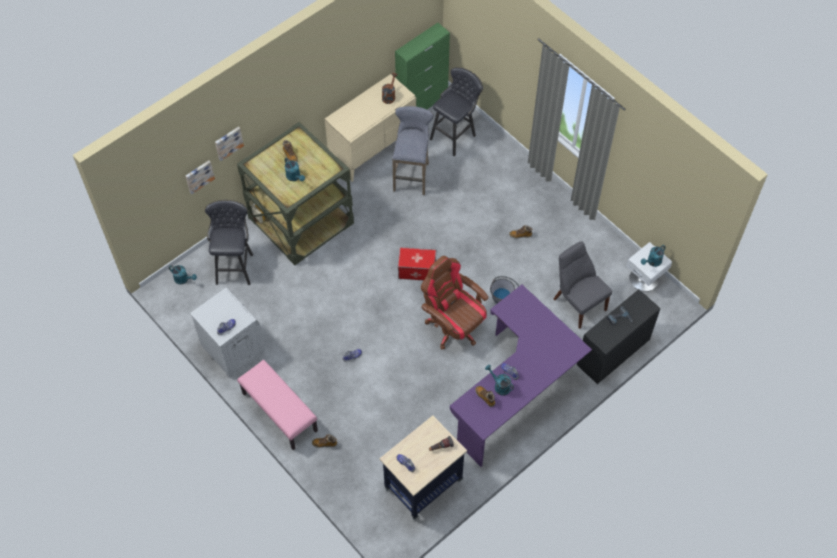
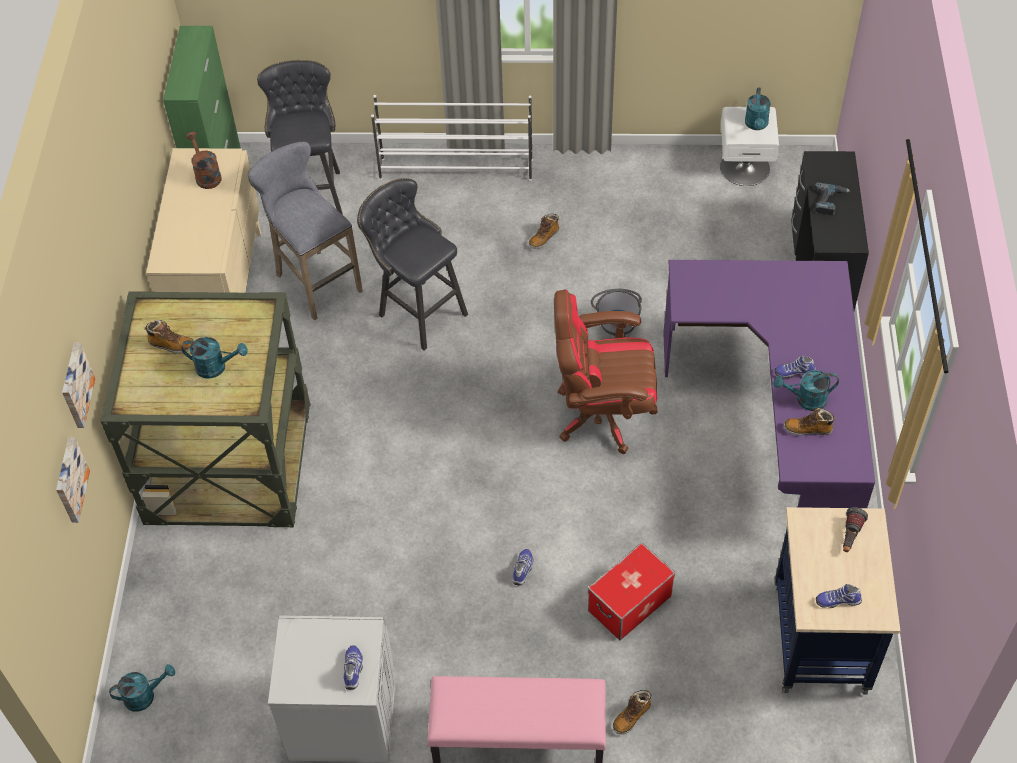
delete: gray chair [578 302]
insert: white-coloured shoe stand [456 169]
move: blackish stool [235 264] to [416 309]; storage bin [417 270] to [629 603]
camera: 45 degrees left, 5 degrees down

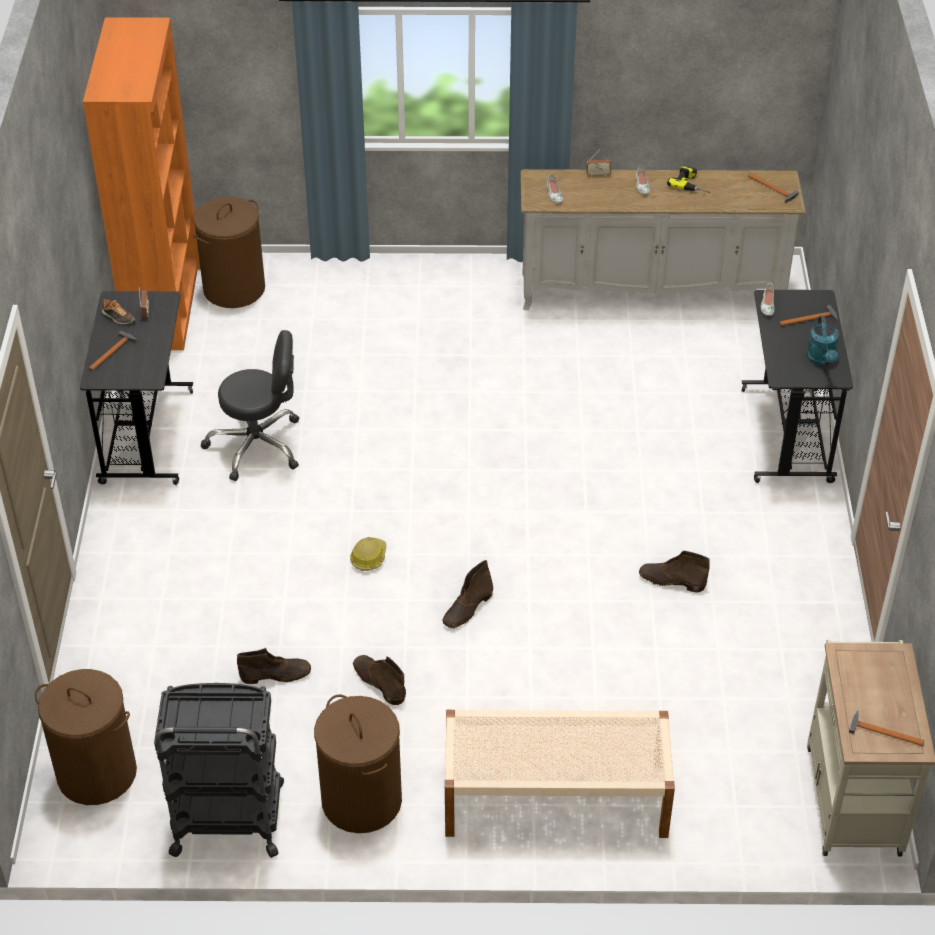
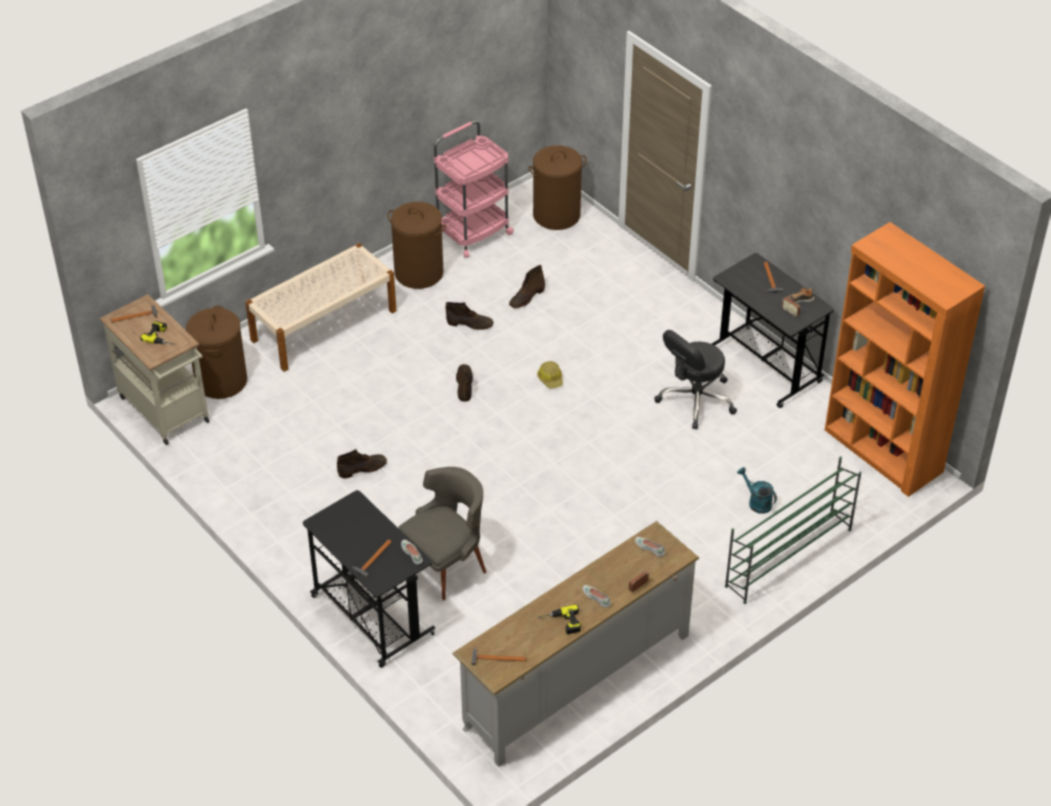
insert: drill [162 337]; gray chair [445 569]; green shoe stand [788 558]
move: brown washing basket [234 288] to [221 381]; blue-green watering pot [822 360] to [756 502]
recolor: blackish wheeled cart [228 818] to pinkish wheeled cart [473 233]
camera: 140 degrees right, 0 degrees up

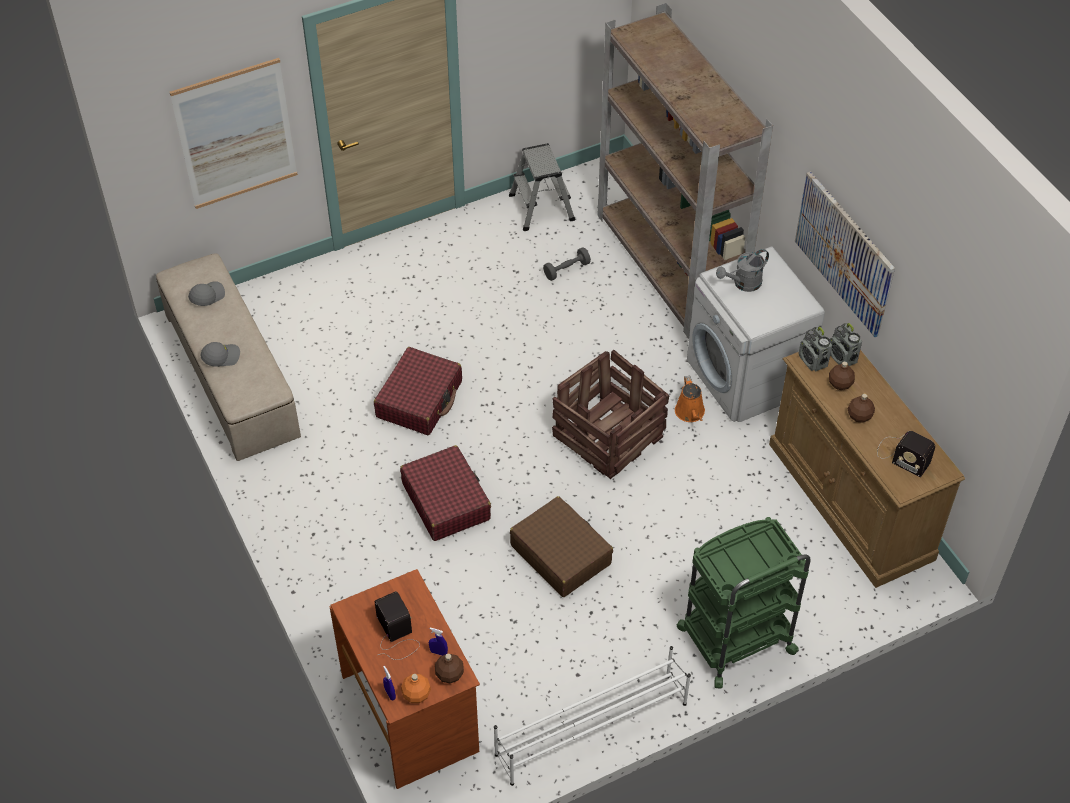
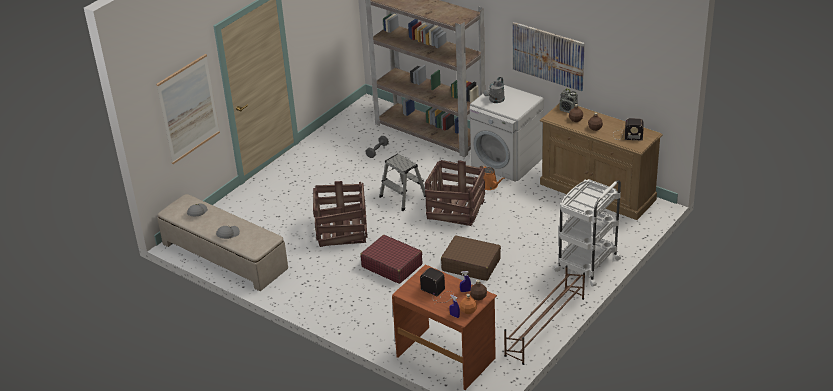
delete: radio [813 361]
move: gray stepladder [541 207] to [403 196]
replace: reddish travel case [419 399] to shipping crate [342 230]
recolor: white-coloured shoe stand [590 729] to brown shoe stand [544 327]; green wheeled cart [736 639] to white-coloured wheeled cart [586 264]
camera: 25 degrees left, 15 degrees down

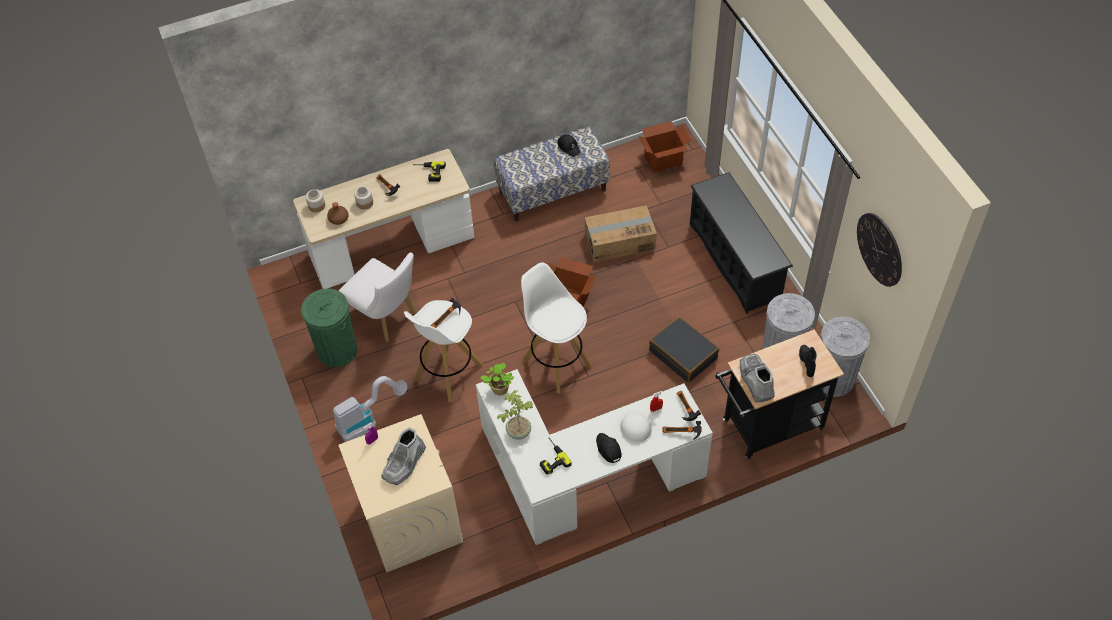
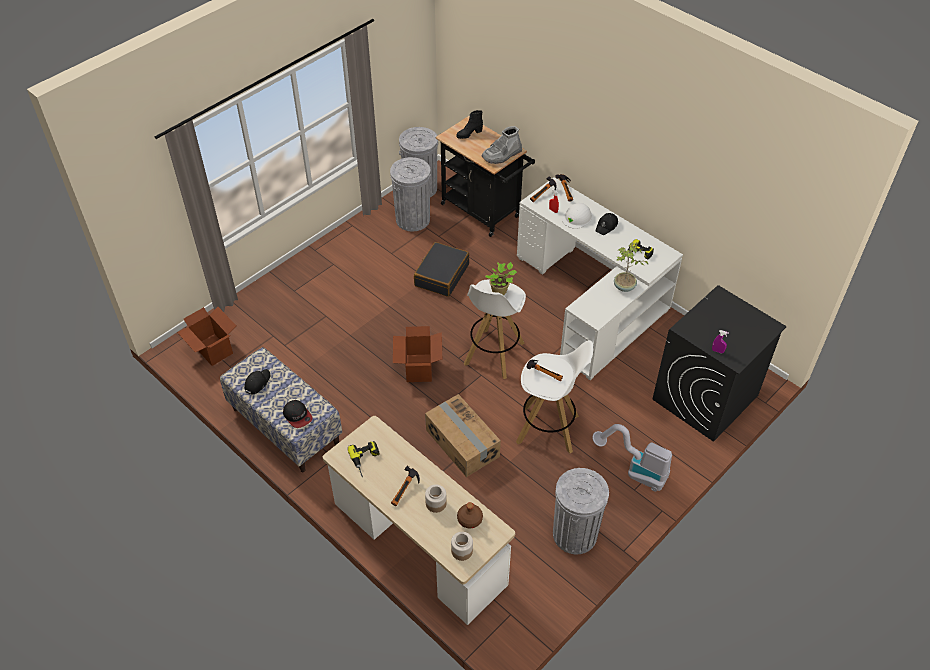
delete: white-coloured chair [386 317]; gray boot [404 463]; blackish shoe stand [735 261]; clock on the wall [879 249]
insert: peaked cap [297 416]
move: potted plant [499 390] to [500 291]; packing box [619 241] to [462 443]
recolor: green rubbish bin [337 350] to gray rubbish bin [575 534]; beige washing machine [410 521] to blackish washing machine [705 398]
camera: 115 degrees left, 5 degrees down

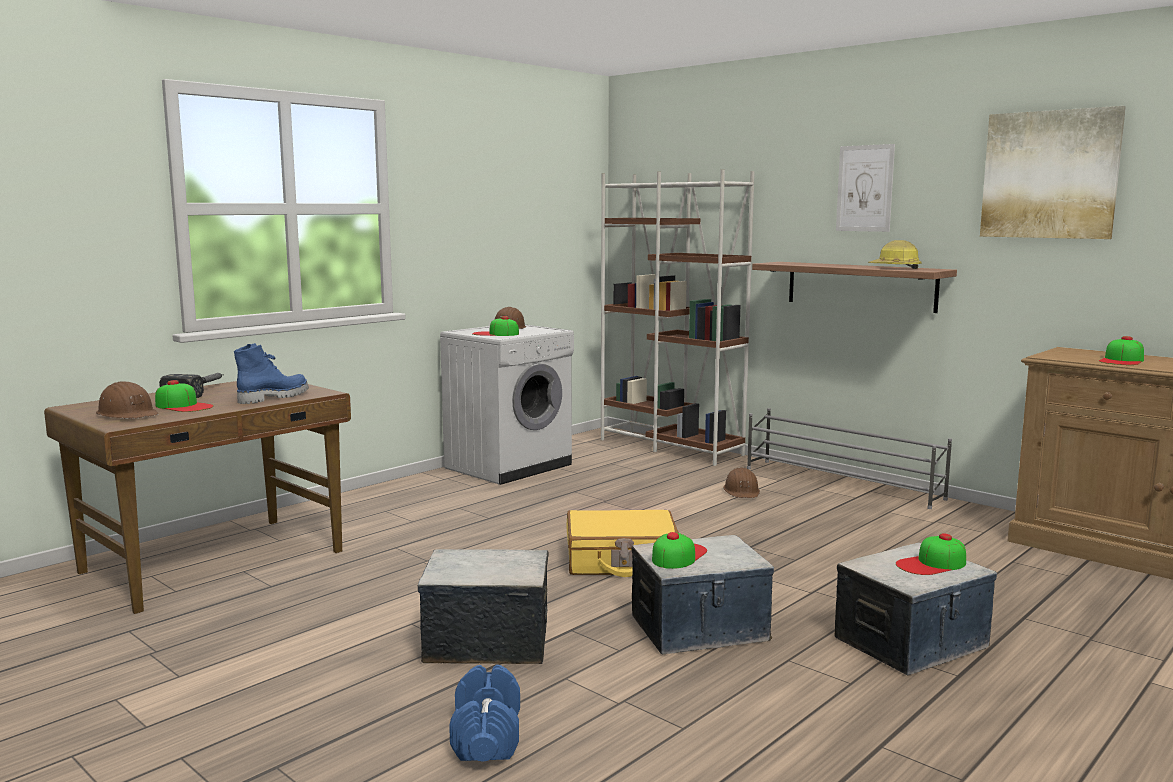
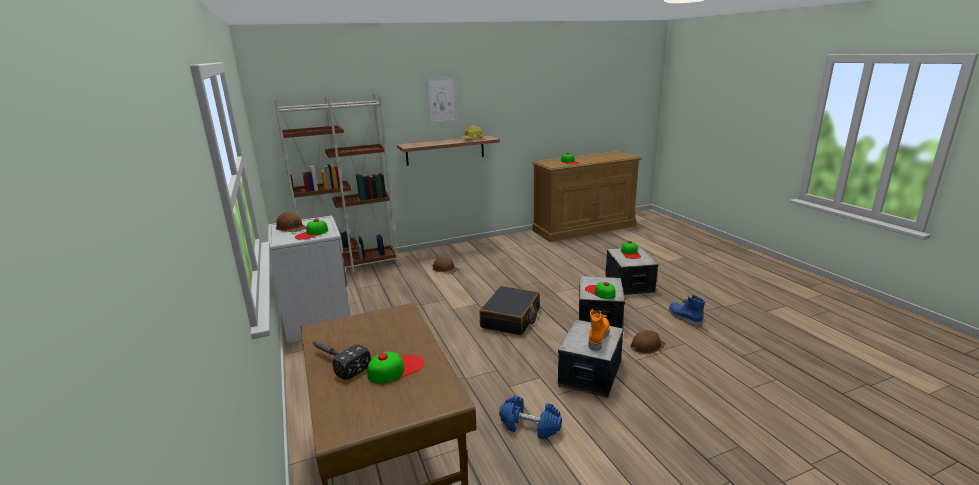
delete: gray shoe stand [842 483]; wall art [1050 175]
insert: orange-coloured boot [597 337]
move: brown hard hat [128 414] to [647 346]; blue boot [273 397] to [684 318]; blue dumbbell [486 736] to [529 426]
recolor: yellowish travel case [621 560] to blackish travel case [511 318]
camera: 65 degrees left, 10 degrees up

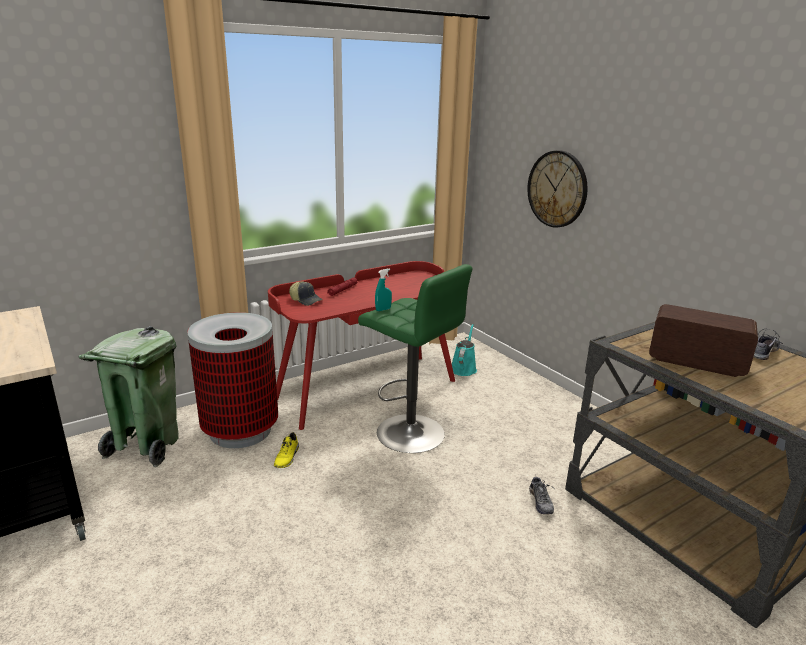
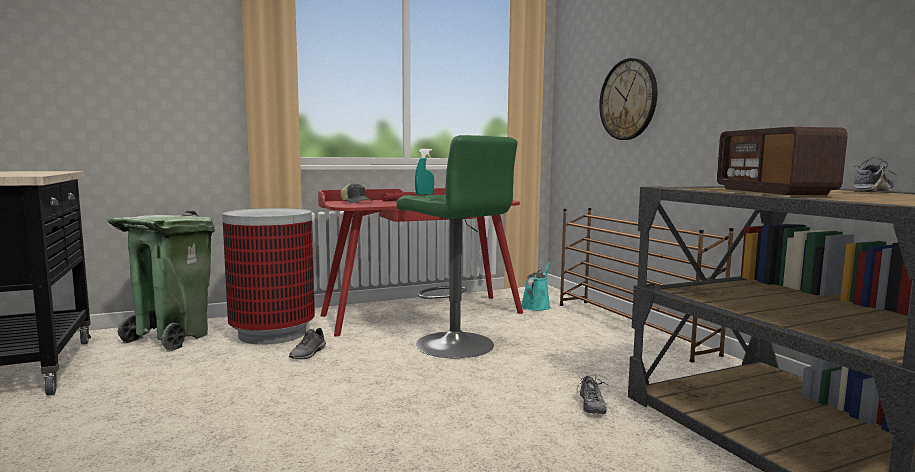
insert: brown shoe stand [630 327]
recolor: yellowish low shoe [287 457] to gray low shoe [308 353]
rotate: radio [696 362] = [773 191] 135 degrees counterclockwise
camera: 10 degrees right, 15 degrees down

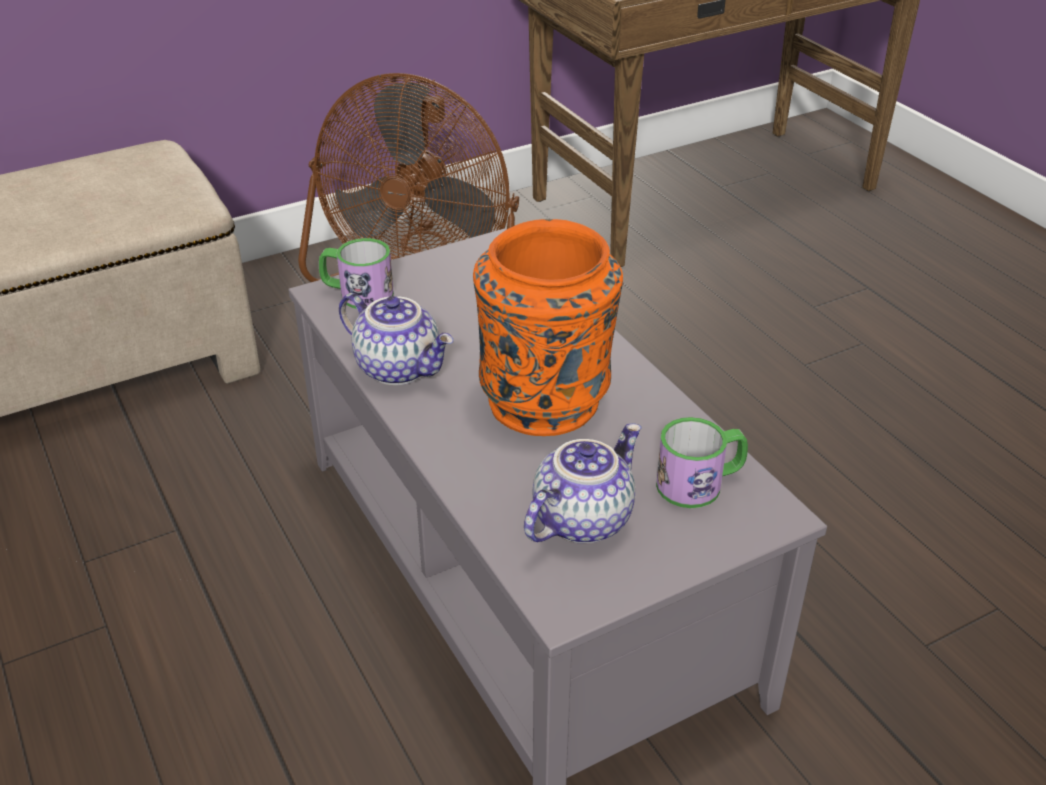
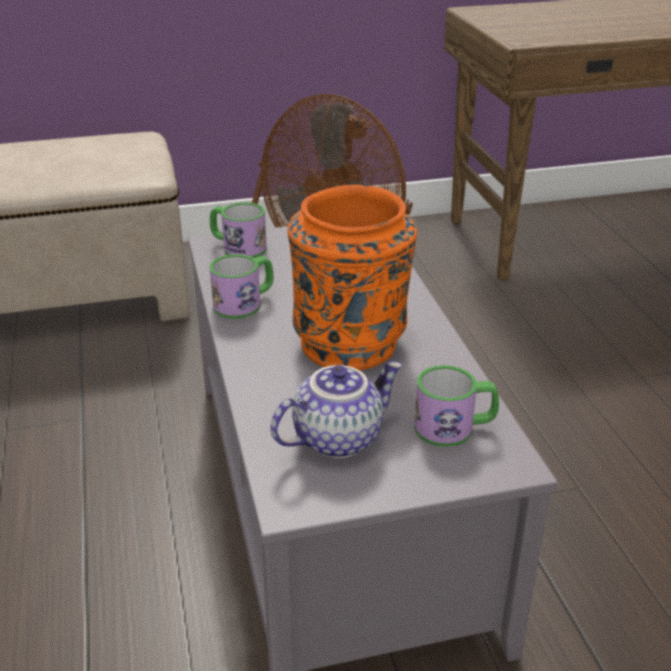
replace: tea pot [400 368] to tea mug [244 303]
camera: 15 degrees right, 5 degrees down

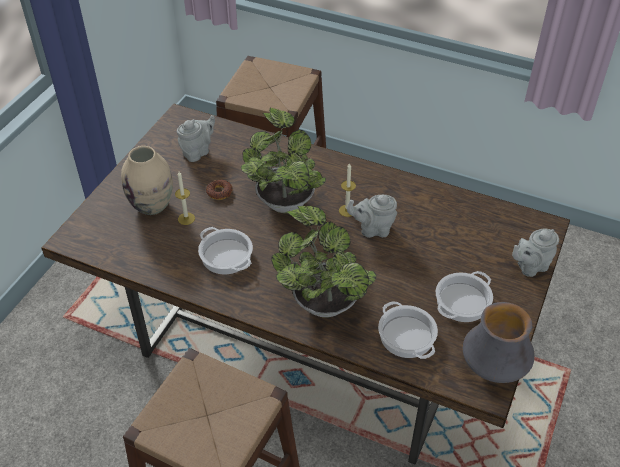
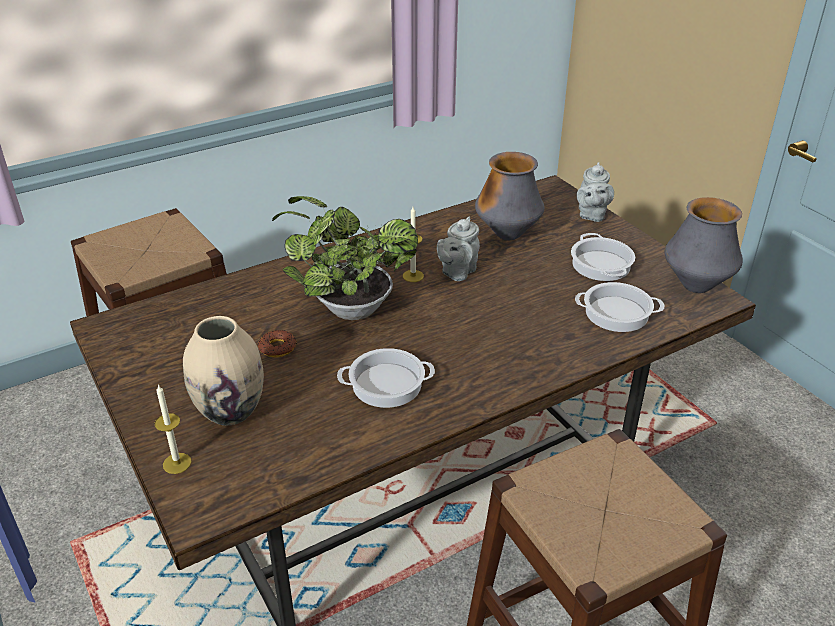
delete: gray tea pot [198 152]; potted plant [322 300]
insert: decorative vase [507 235]
move: candle [186 218] to [177 463]
camera: 55 degrees left, 10 degrees down

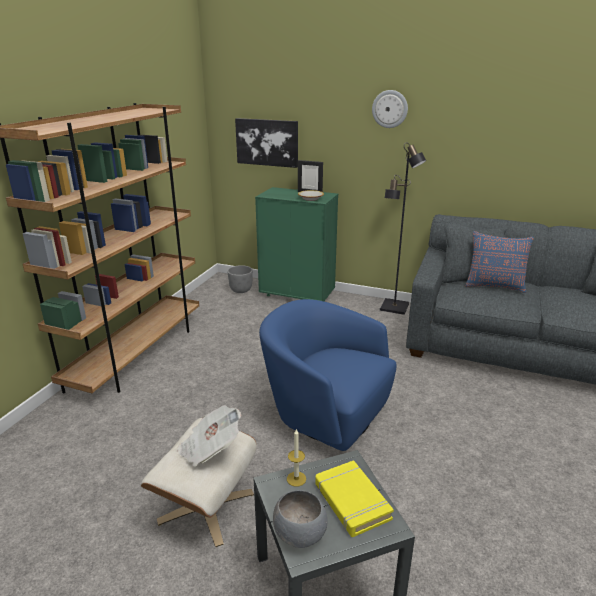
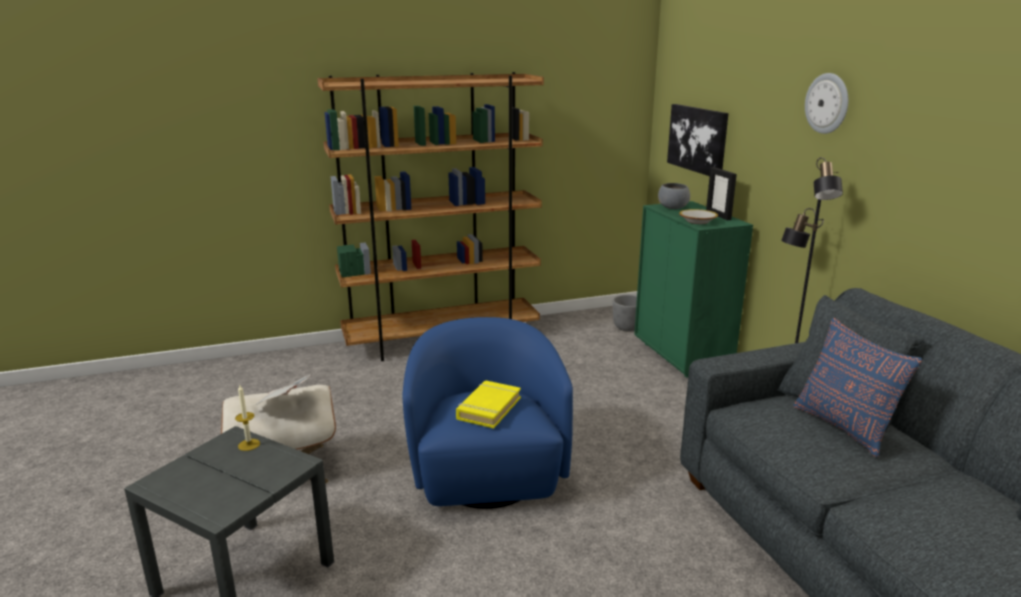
move: gray bowl [300 534] to [672 208]; yellowish book [351 501] to [488 408]
camera: 50 degrees right, 5 degrees down

